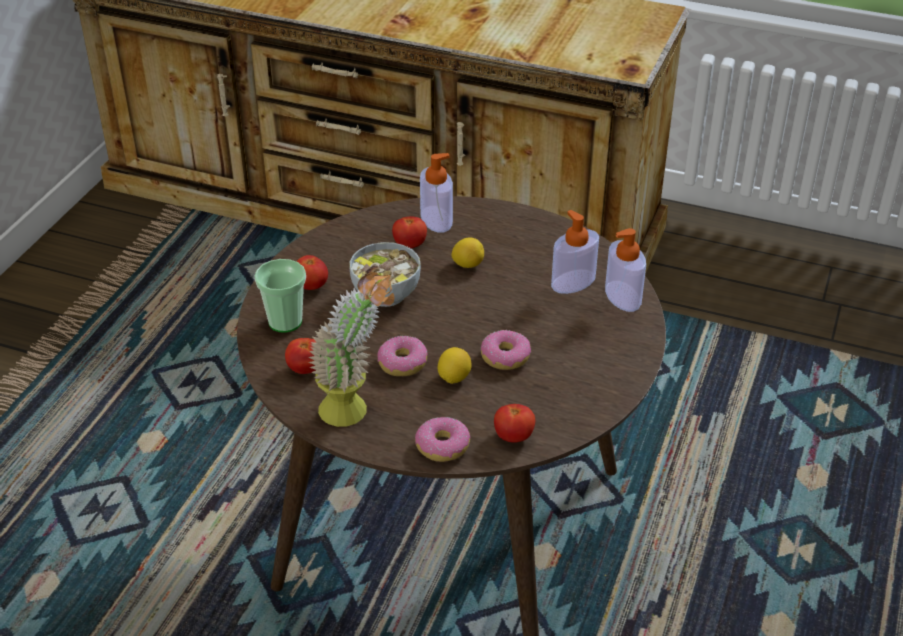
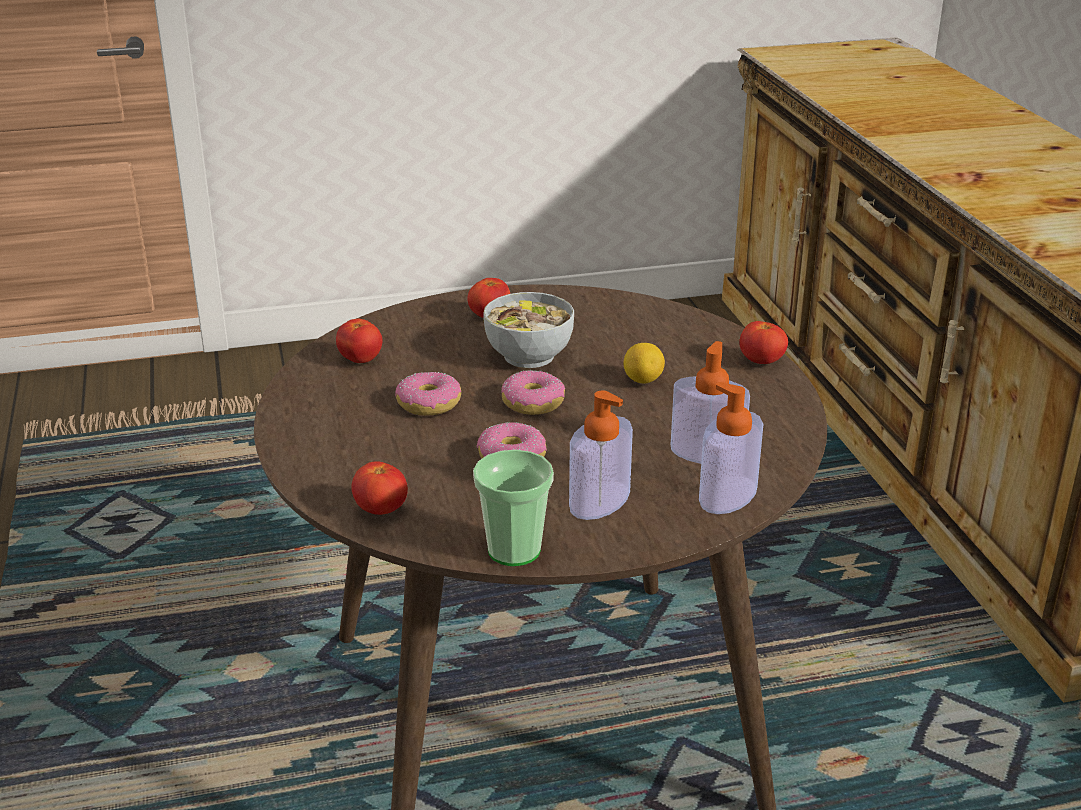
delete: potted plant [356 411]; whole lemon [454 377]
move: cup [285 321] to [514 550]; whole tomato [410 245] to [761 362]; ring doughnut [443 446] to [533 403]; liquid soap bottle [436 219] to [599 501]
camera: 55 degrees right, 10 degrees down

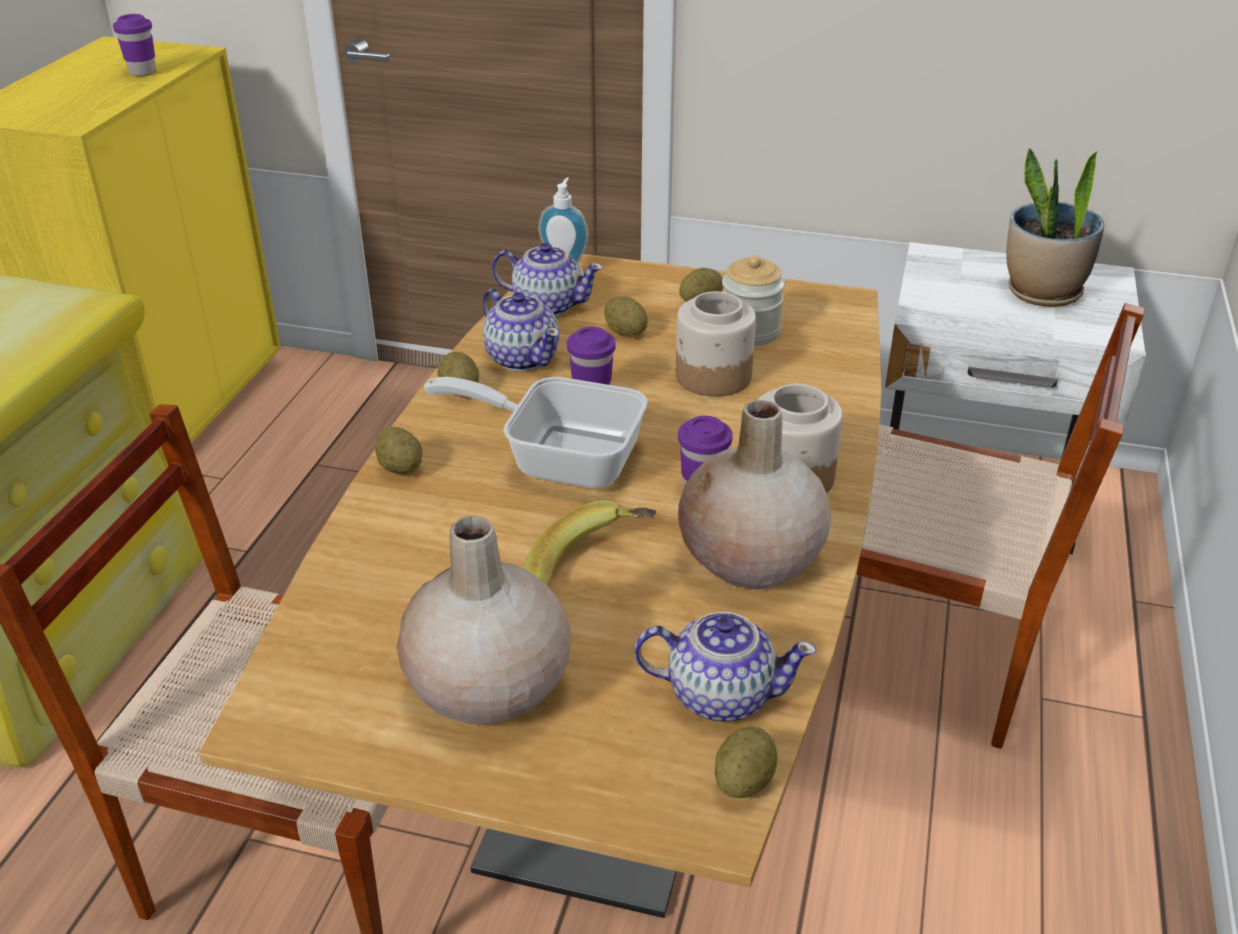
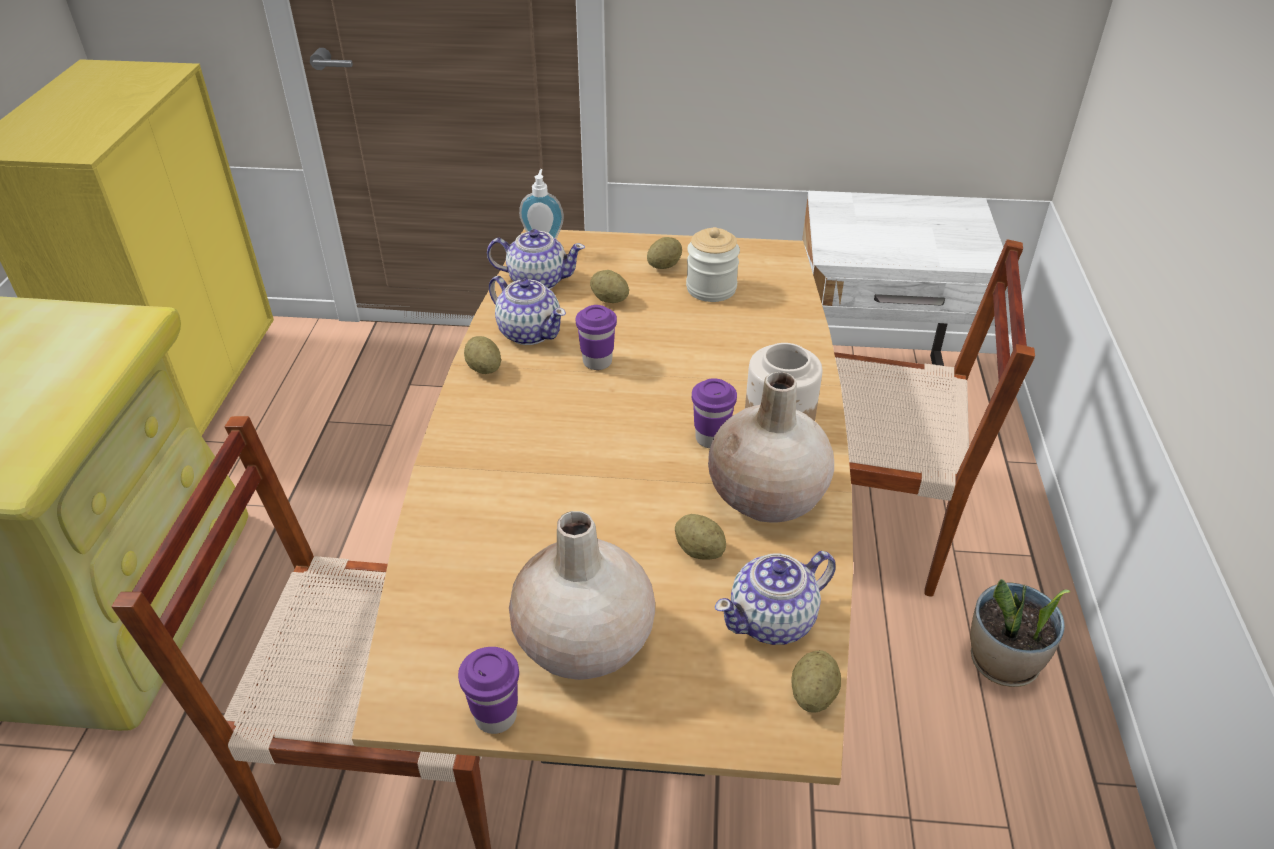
delete: pan [559 457]; whole banana [590 572]; preserve jar [713 377]
move: purple cup [143 72] to [495 716]; whole potato [400 468] to [699 550]; potted plant [1042 293] to [1002 663]
rotate: tea pot [719 694] = [773 620] 150 degrees clockwise
camera: 10 degrees left, 5 degrees up

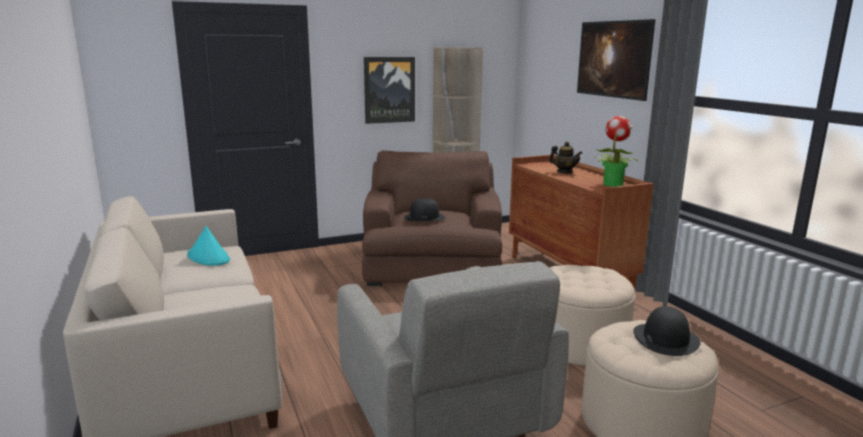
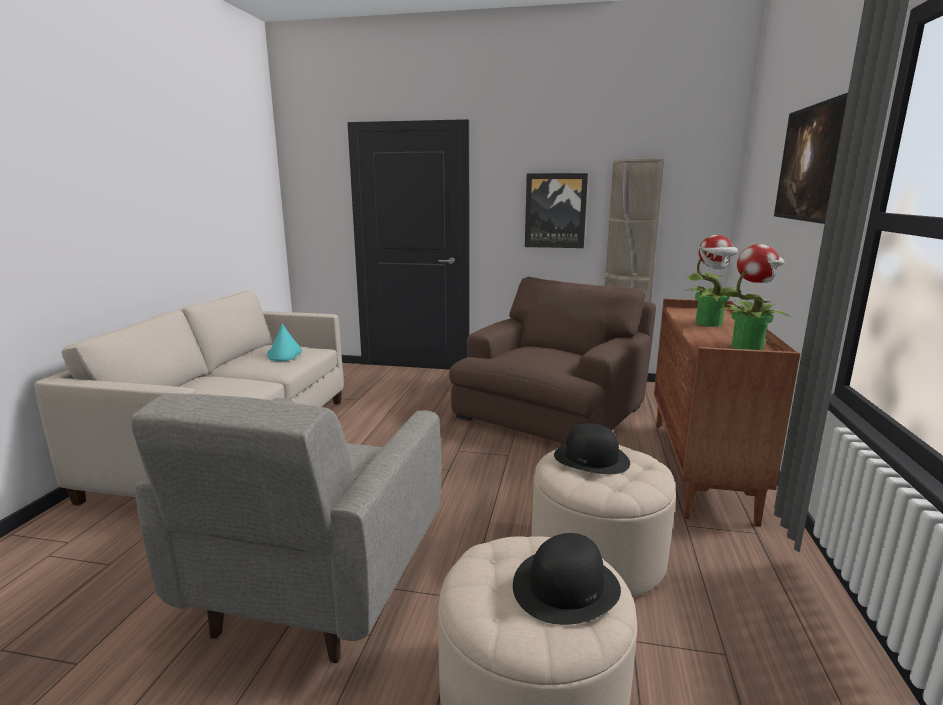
move: blackish clothing hat [424 217] to [591 458]
replace: tea pot [564 172] to potted plant [709 323]
camera: 35 degrees right, 0 degrees up

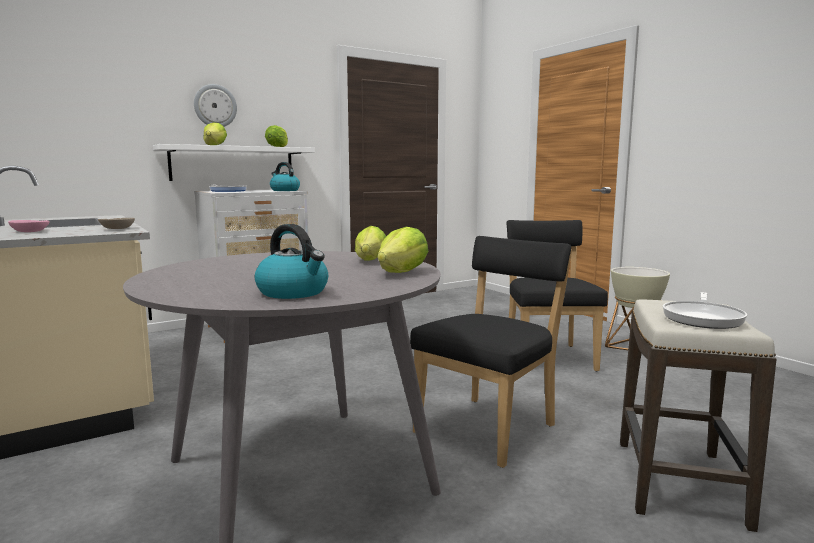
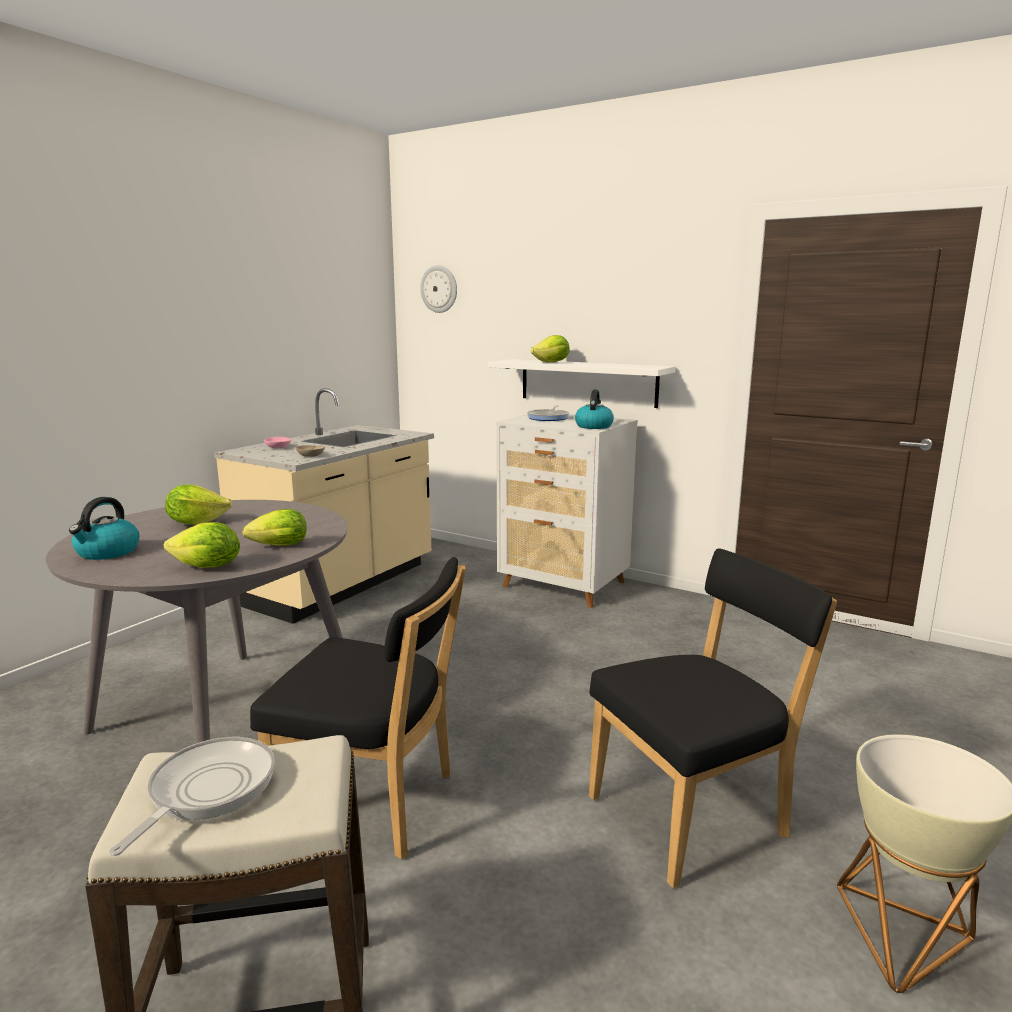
move: clock on the wall [215 106] to [439 289]; lettuce head [277 147] to [197 522]
rotate: pan [703 318] = [207 790] 105 degrees clockwise
camera: 65 degrees right, 5 degrees up

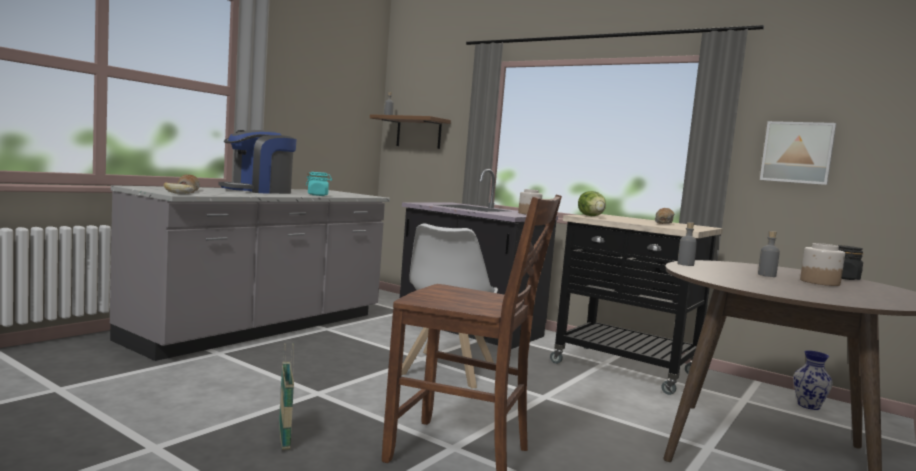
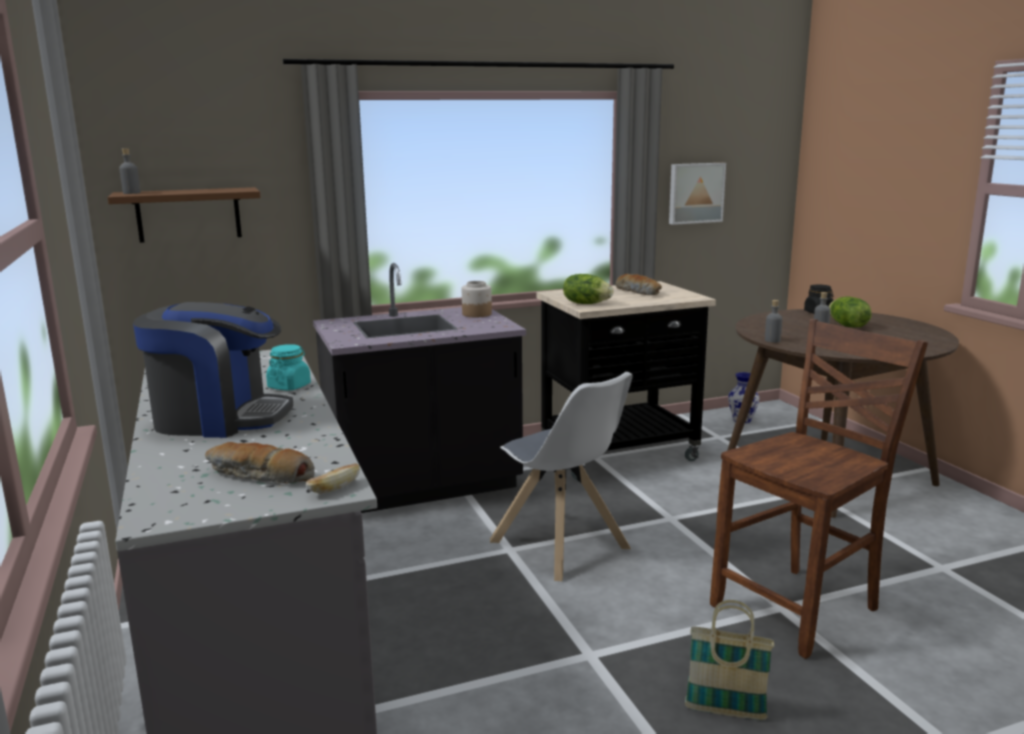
replace: preserve jar [819 282] to lettuce head [847 326]
rotate: coffee brewer [258 191] = [219 418] 75 degrees counterclockwise
camera: 55 degrees left, 10 degrees up

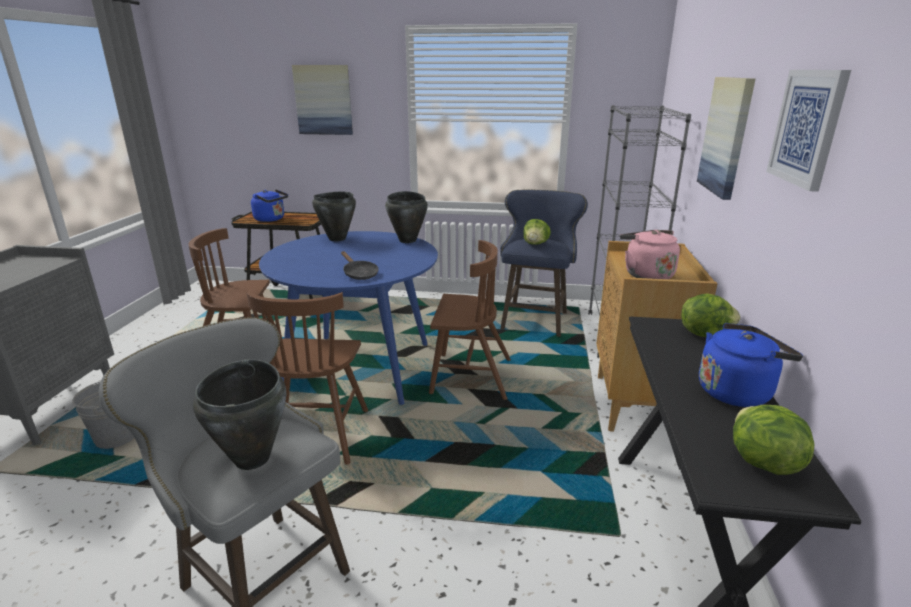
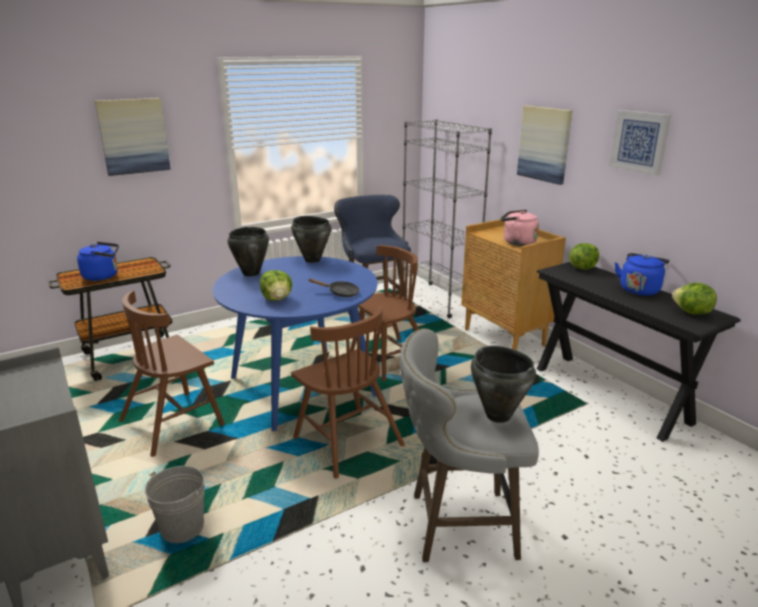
move: lettuce head [535 244] to [277 299]
camera: 40 degrees left, 0 degrees up

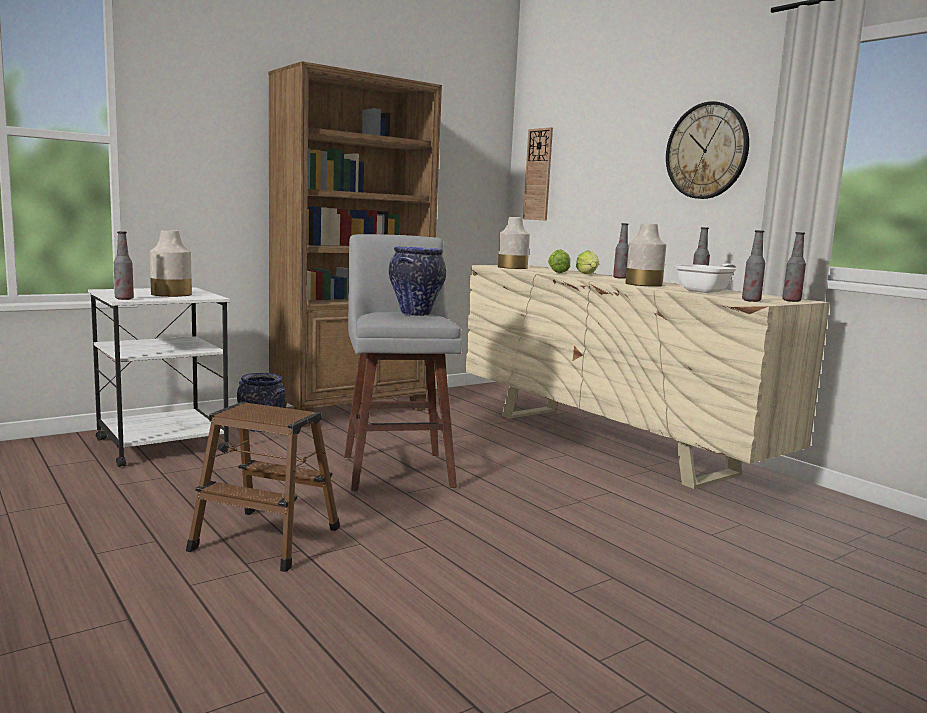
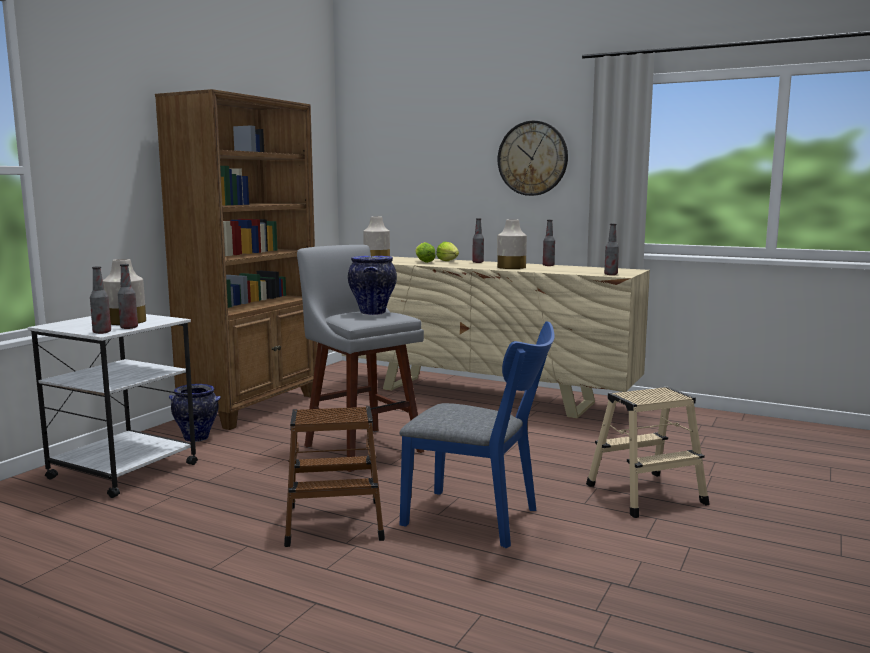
delete: clock on the wall [538 174]; pan [706 291]
insert: blue chair [480 519]; beige stepladder [645 494]
move: beverage bottle [791 301] to [129 327]
camera: 25 degrees left, 0 degrees up

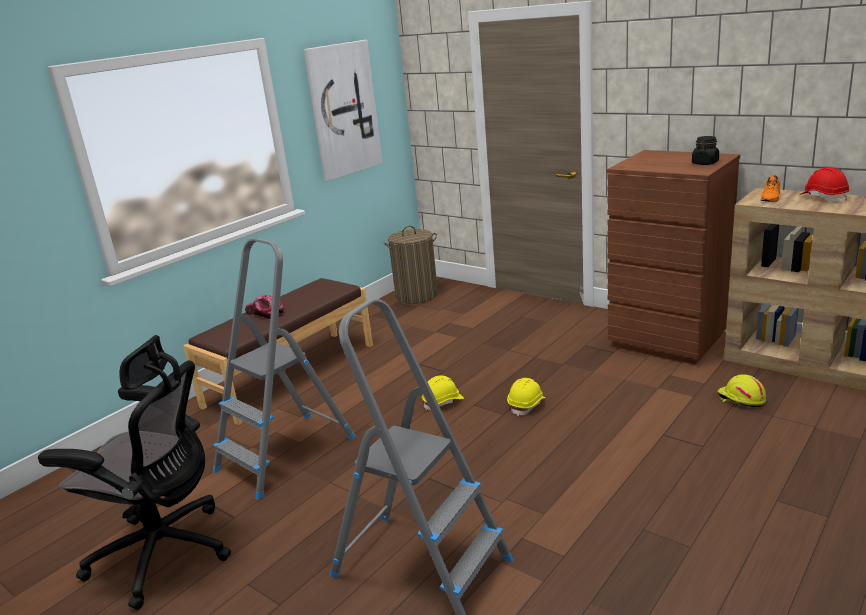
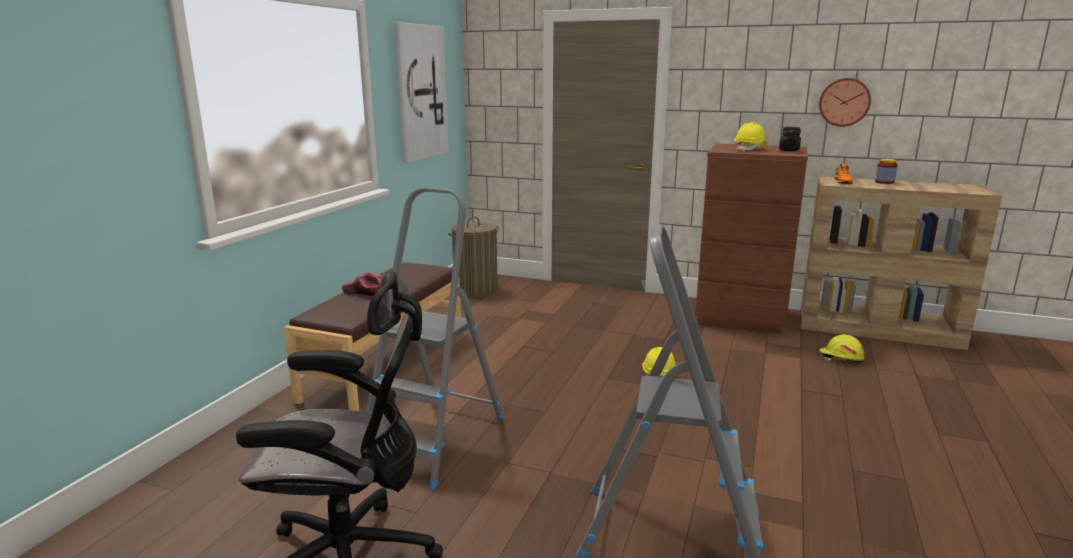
insert: clock on the wall [844 102]
move: yellowish hard hat [443 402] to [750 149]
replace: reddish hard hat [823 198] to preserve jar [884 182]
camera: 20 degrees left, 5 degrees down

